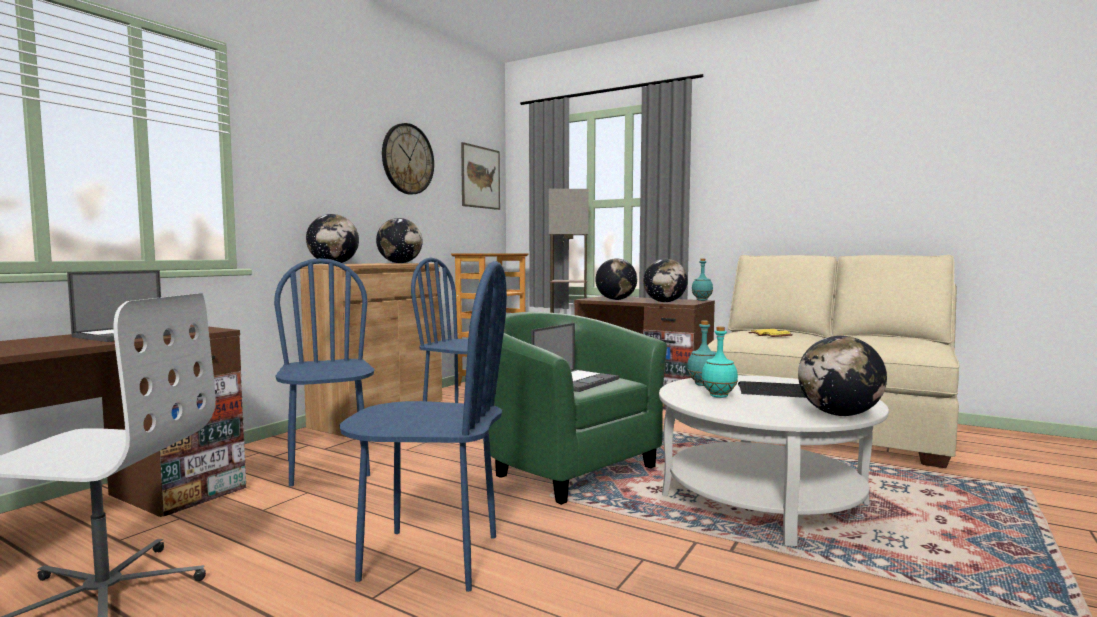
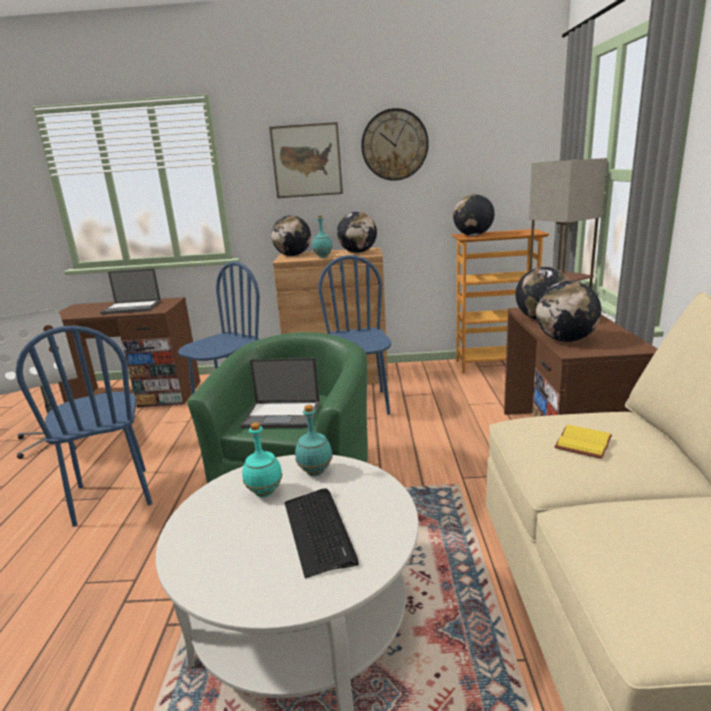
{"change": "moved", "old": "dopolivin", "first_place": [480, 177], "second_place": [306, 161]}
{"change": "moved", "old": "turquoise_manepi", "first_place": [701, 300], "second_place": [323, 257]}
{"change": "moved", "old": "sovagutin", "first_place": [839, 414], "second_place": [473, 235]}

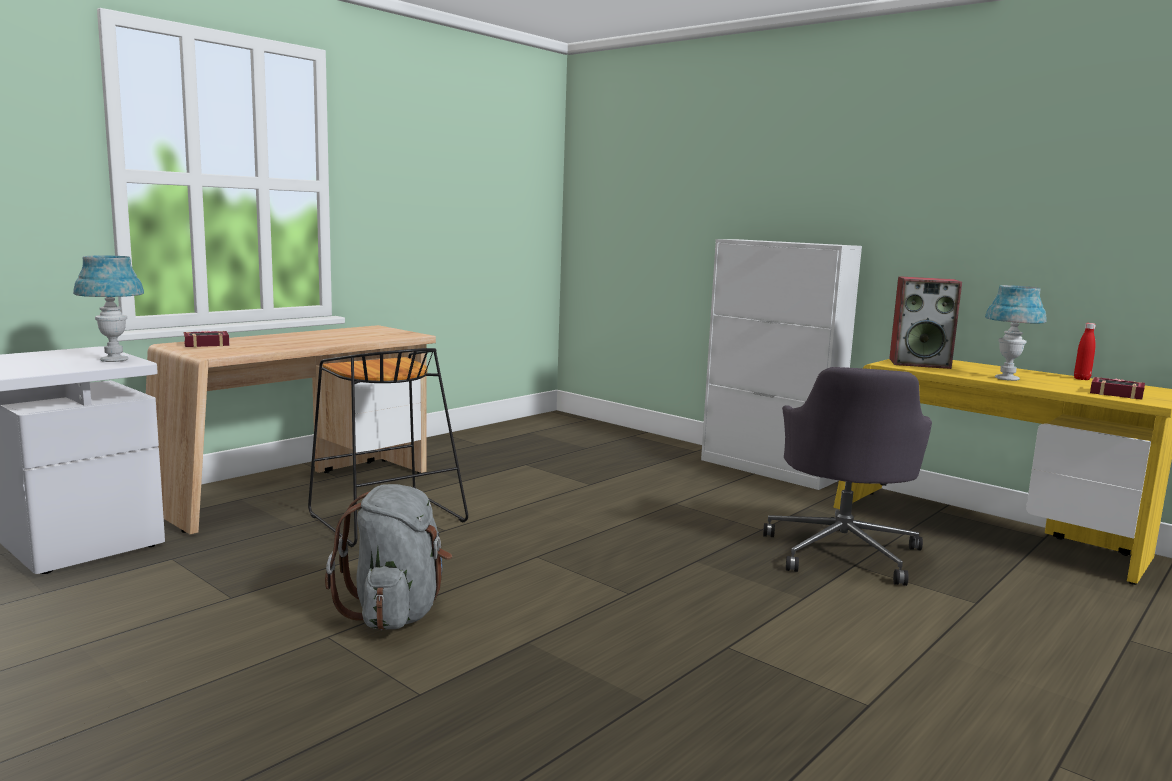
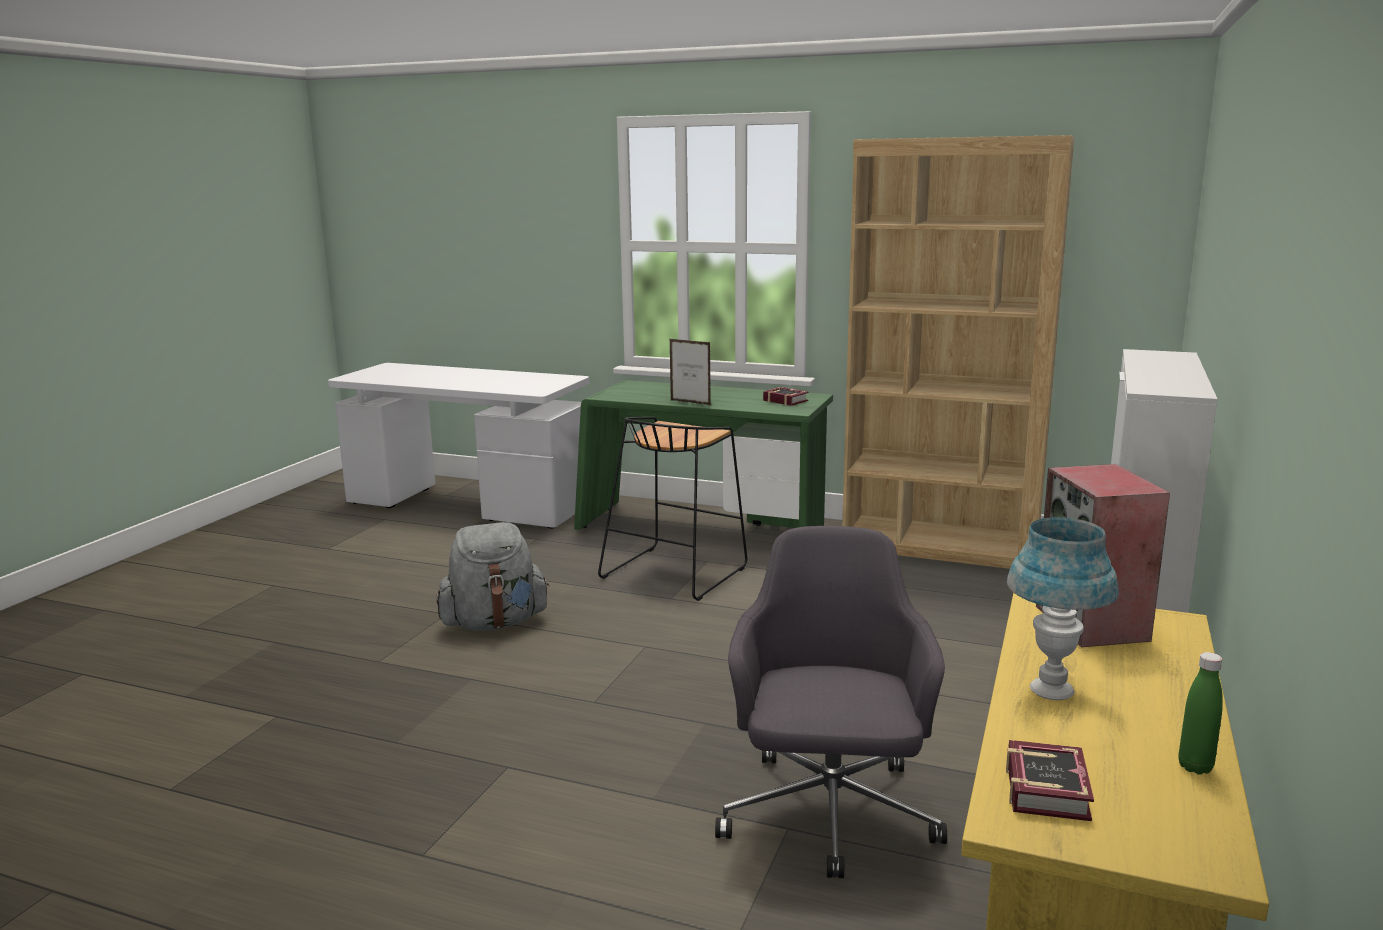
{"change": "removed", "old": "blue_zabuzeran", "first_place": [114, 360]}
{"change": "recoloured", "old": "red_manepi", "new": "green_manepi", "first_place": [1081, 379], "second_place": [1195, 767]}
{"change": "recoloured", "old": "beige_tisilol", "new": "green_tisilol", "first_place": [299, 491], "second_place": [701, 530]}
{"change": "moved", "old": "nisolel", "first_place": [204, 344], "second_place": [784, 400]}
{"change": "turned", "old": "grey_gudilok", "first_place": [842, 552], "second_place": [829, 816], "degrees": 105}
{"change": "added", "new": "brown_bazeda", "second_place": [940, 546]}
{"change": "added", "new": "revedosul", "second_place": [690, 402]}

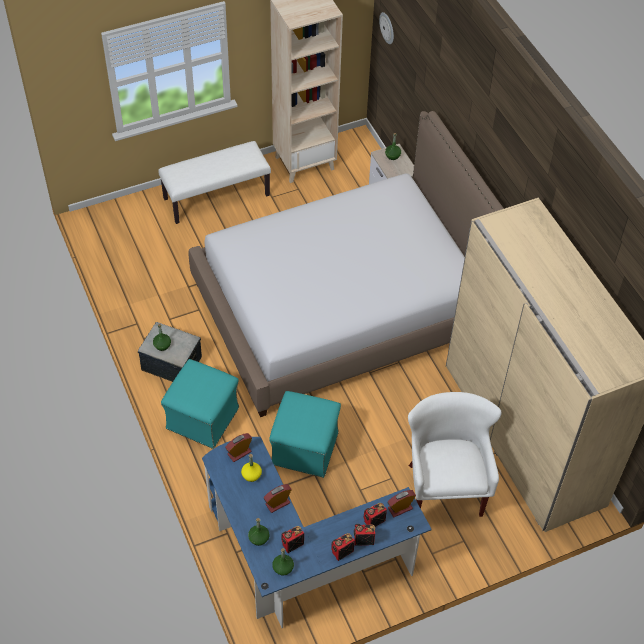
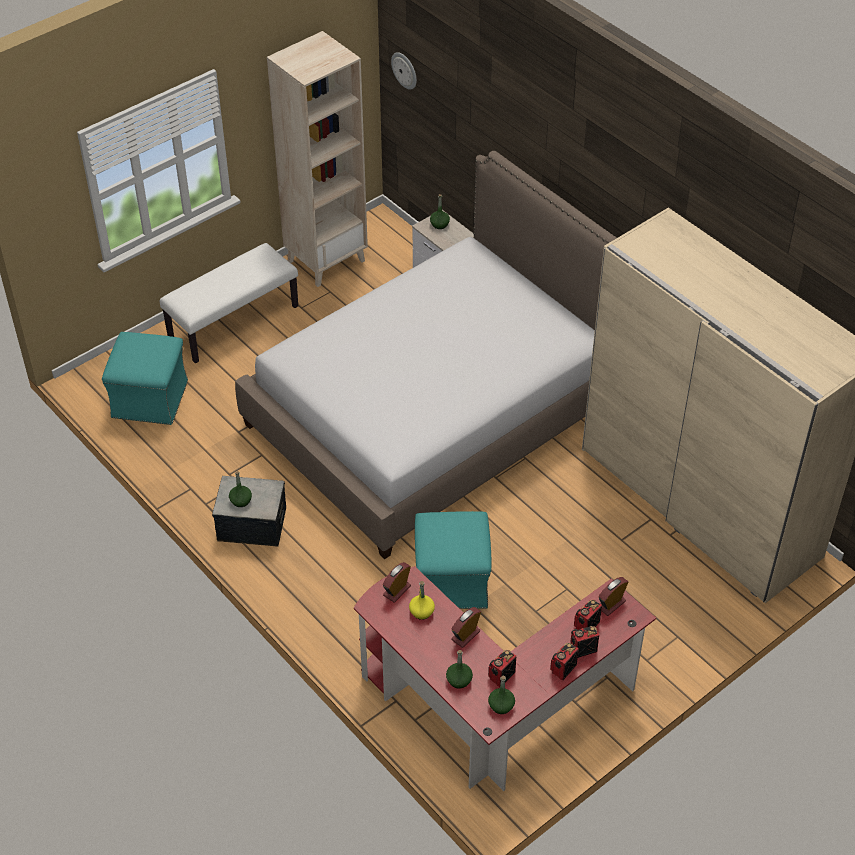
{"change": "moved", "old": "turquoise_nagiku", "first_place": [203, 417], "second_place": [150, 398]}
{"change": "removed", "old": "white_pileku", "first_place": [445, 488]}
{"change": "recoloured", "old": "blue_tisilol", "new": "red_tisilol", "first_place": [297, 559], "second_place": [491, 708]}

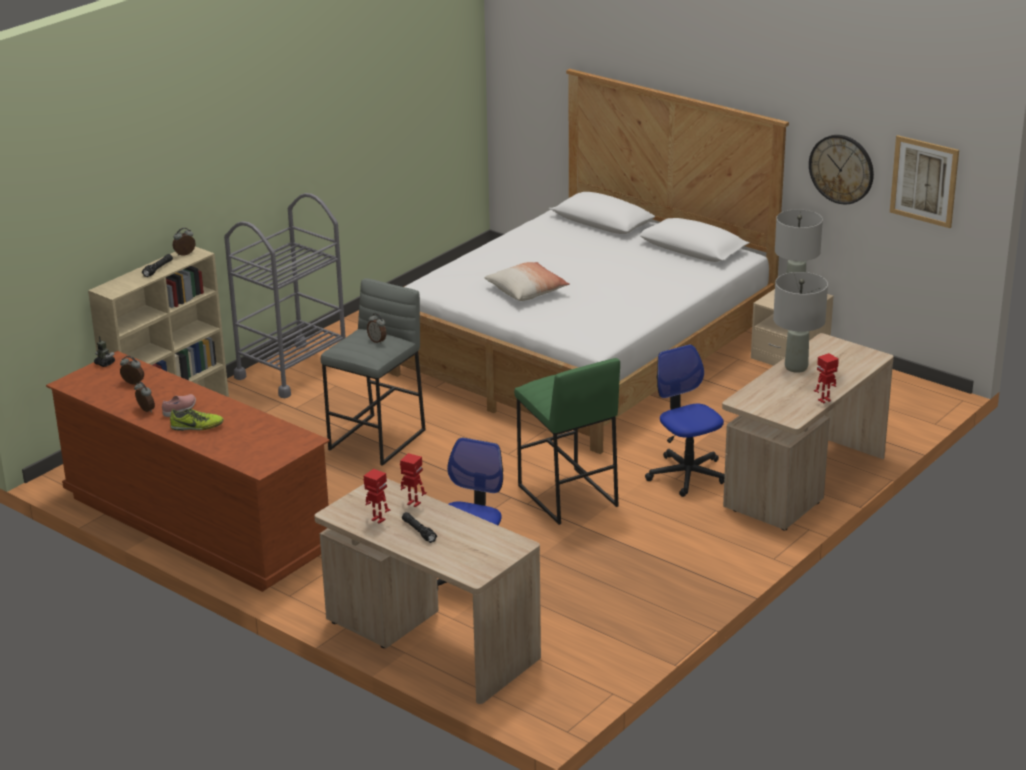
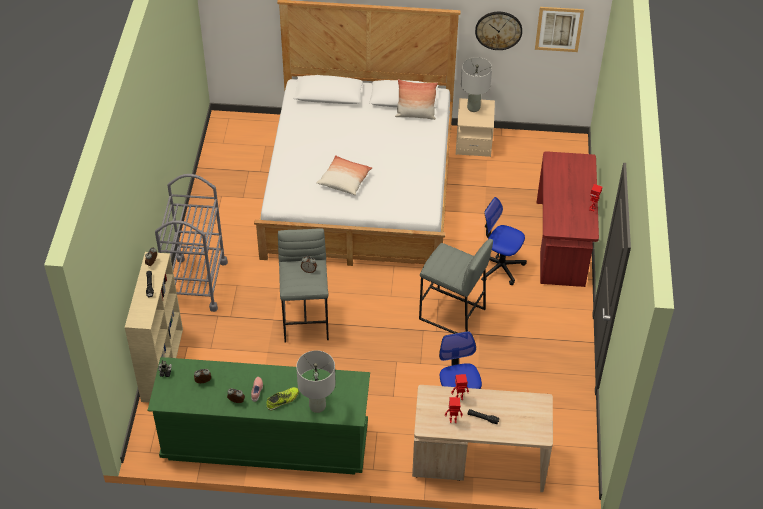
{"change": "moved", "old": "grey_zabuzeran", "first_place": [795, 367], "second_place": [317, 406]}
{"change": "recoloured", "old": "beige_tisilol", "new": "red_tisilol", "first_place": [803, 482], "second_place": [562, 244]}
{"change": "recoloured", "old": "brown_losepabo", "new": "green_losepabo", "first_place": [197, 524], "second_place": [265, 441]}
{"change": "recoloured", "old": "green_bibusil", "new": "grey_bibusil", "first_place": [566, 496], "second_place": [451, 314]}
{"change": "added", "new": "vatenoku", "second_place": [415, 115]}

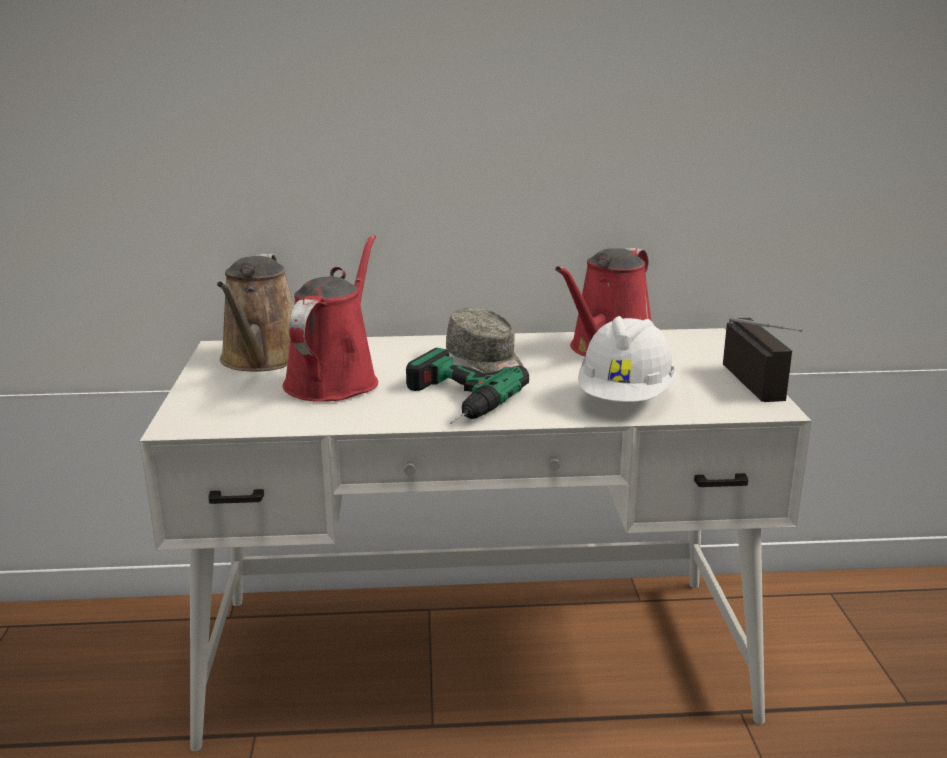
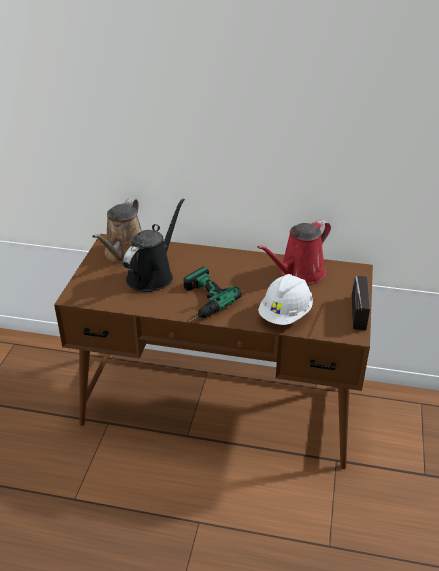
{"change": "recoloured", "old": "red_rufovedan", "new": "black_rufovedan", "first_place": [335, 380], "second_place": [152, 275]}
{"change": "removed", "old": "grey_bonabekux", "first_place": [486, 361]}
{"change": "recoloured", "old": "white_tisilol", "new": "brown_tisilol", "first_place": [476, 657], "second_place": [220, 404]}

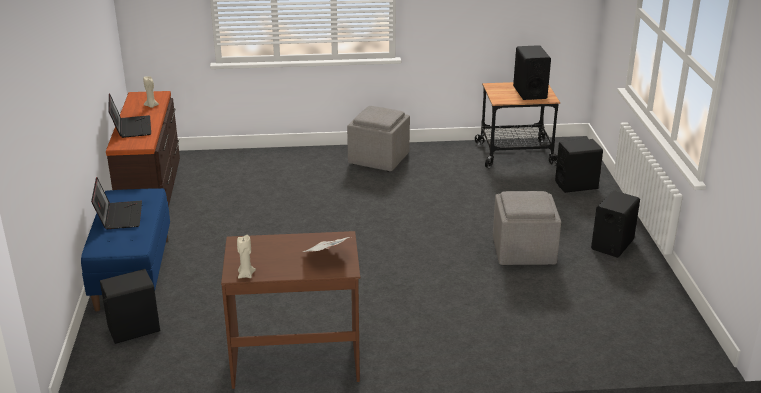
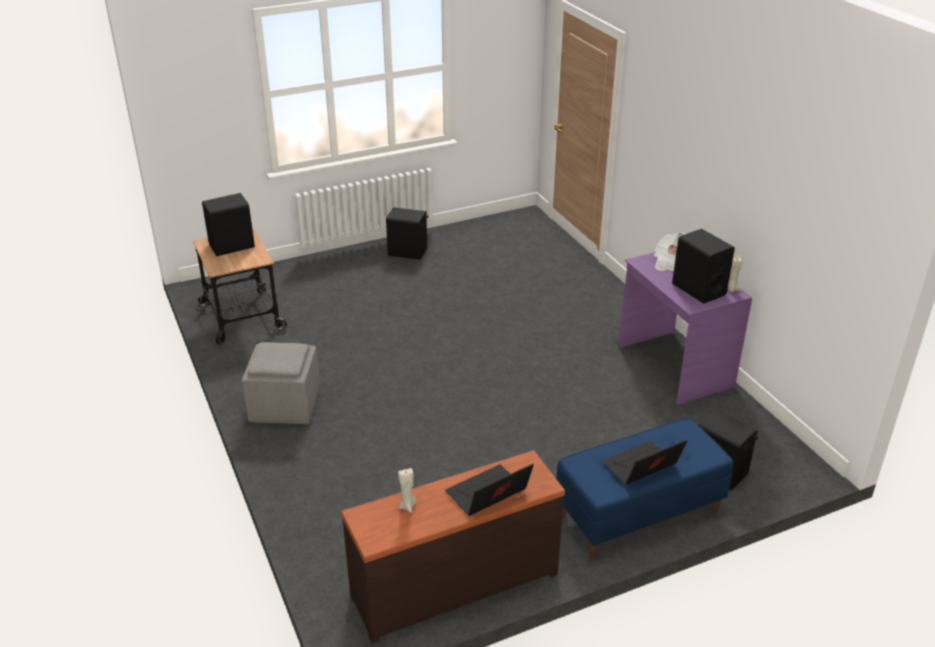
{"change": "moved", "old": "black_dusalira", "first_place": [576, 185], "second_place": [698, 289]}
{"change": "removed", "old": "grey_nagiku", "first_place": [522, 251]}
{"change": "recoloured", "old": "brown_tisilol", "new": "purple_tisilol", "first_place": [296, 358], "second_place": [673, 366]}

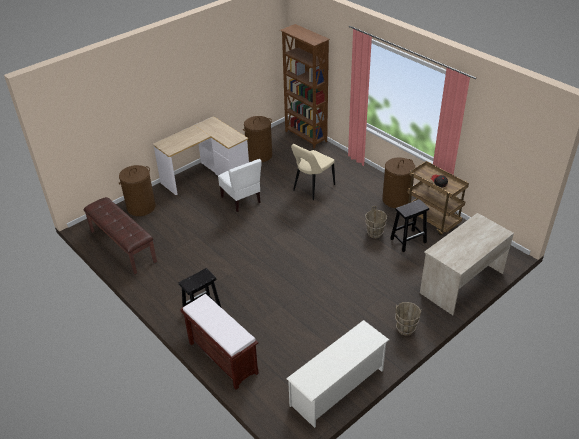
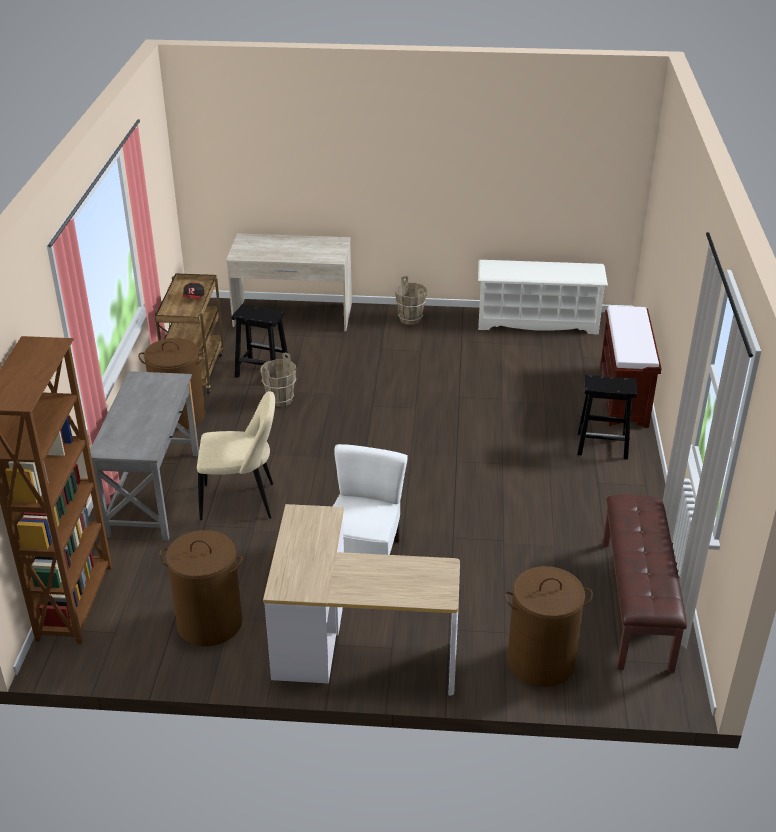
{"change": "added", "new": "grey_tisilol", "second_place": [153, 493]}

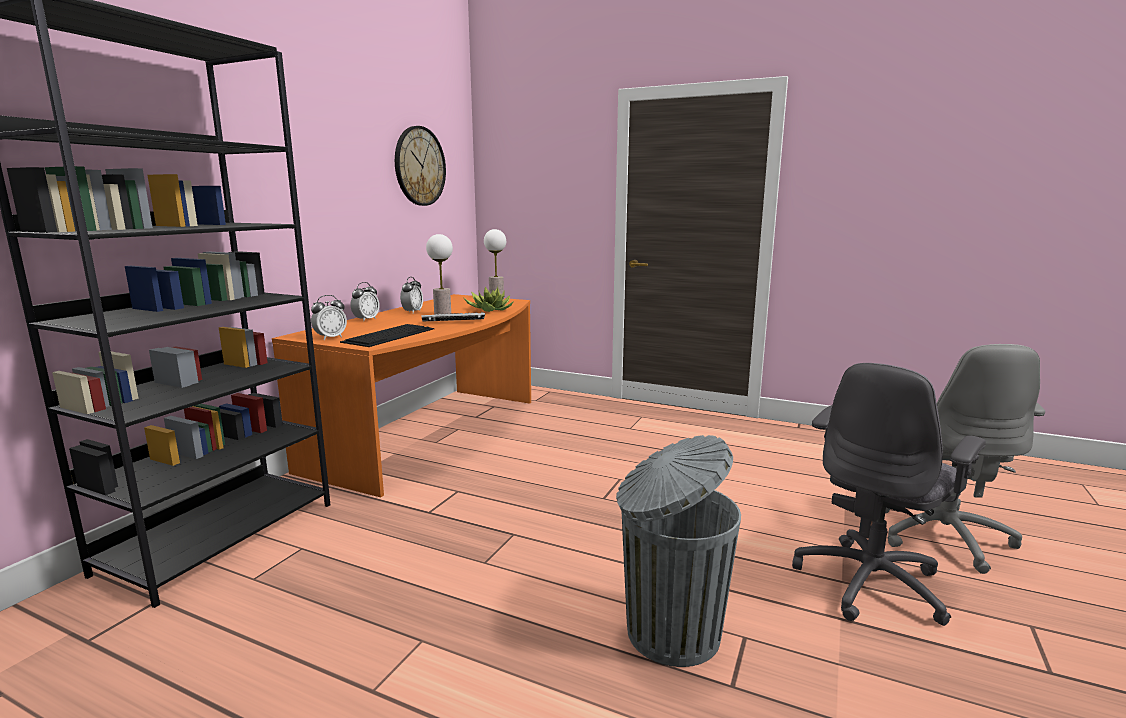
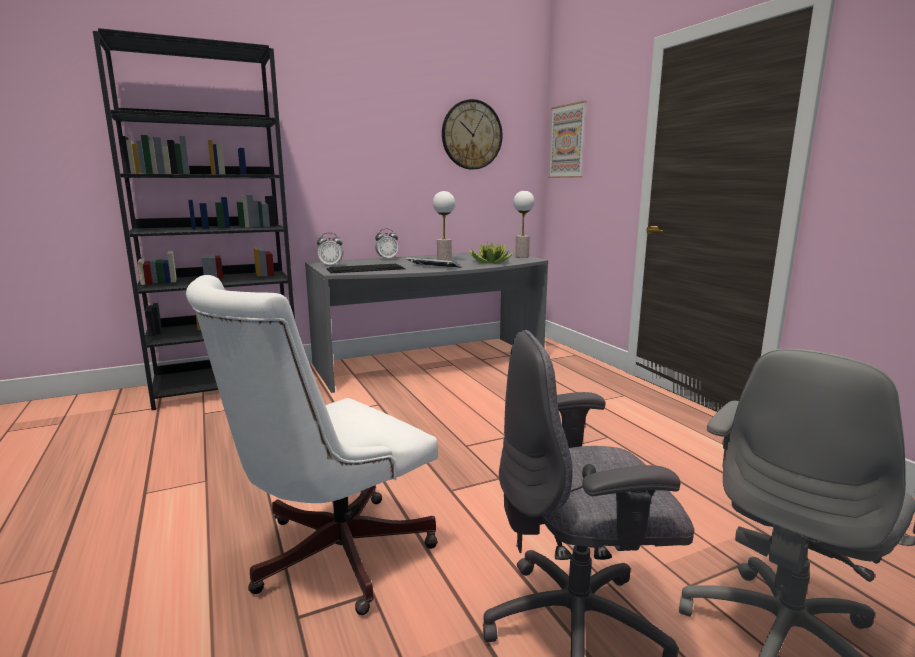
{"change": "removed", "old": "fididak", "first_place": [412, 312]}
{"change": "recoloured", "old": "orange_tisilol", "new": "grey_tisilol", "first_place": [434, 434], "second_place": [432, 363]}
{"change": "replaced", "old": "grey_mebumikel", "new": "white_gudilok", "first_place": [669, 632], "second_place": [330, 556]}
{"change": "added", "new": "dopolivin", "second_place": [567, 141]}

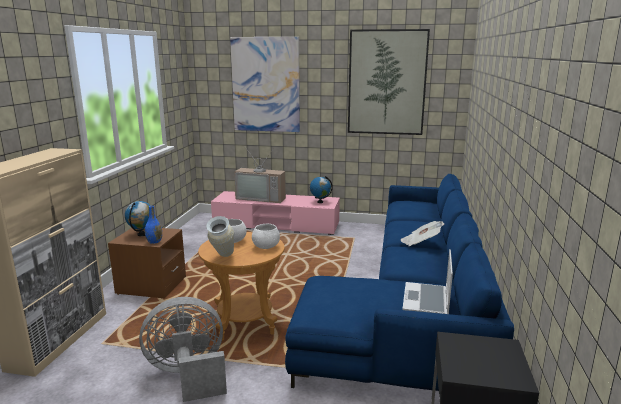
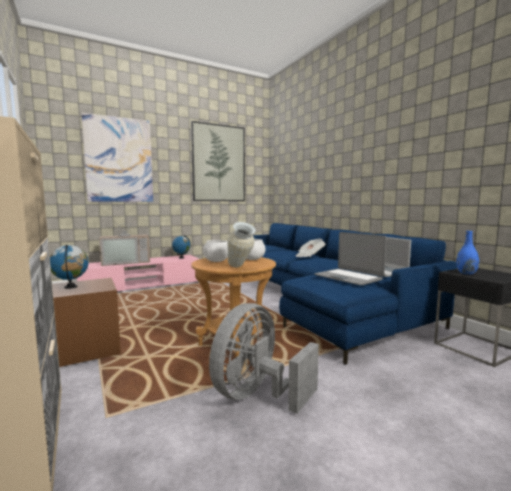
{"change": "moved", "old": "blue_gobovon", "first_place": [154, 242], "second_place": [466, 273]}
{"change": "added", "new": "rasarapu", "second_place": [348, 277]}

